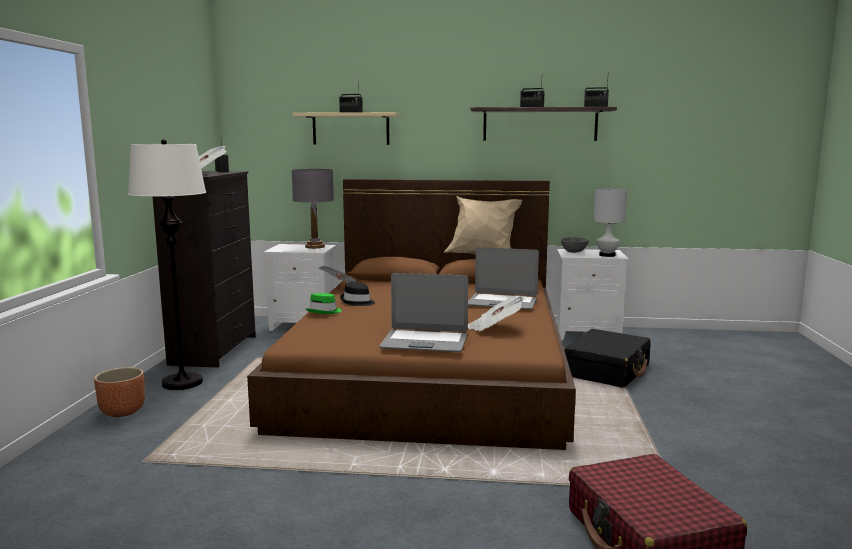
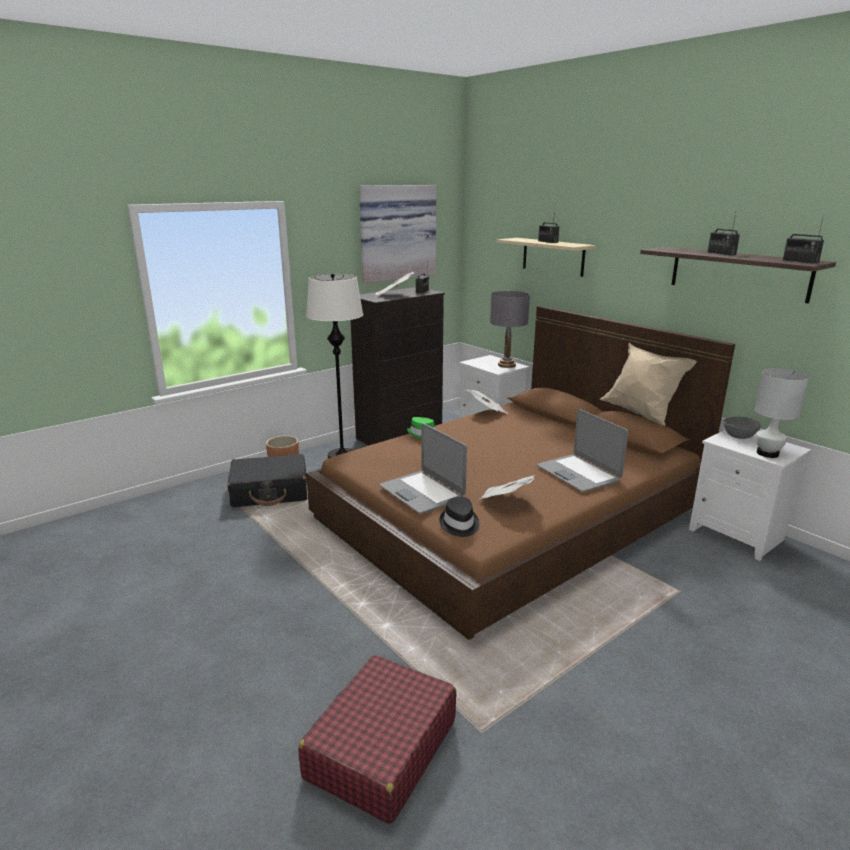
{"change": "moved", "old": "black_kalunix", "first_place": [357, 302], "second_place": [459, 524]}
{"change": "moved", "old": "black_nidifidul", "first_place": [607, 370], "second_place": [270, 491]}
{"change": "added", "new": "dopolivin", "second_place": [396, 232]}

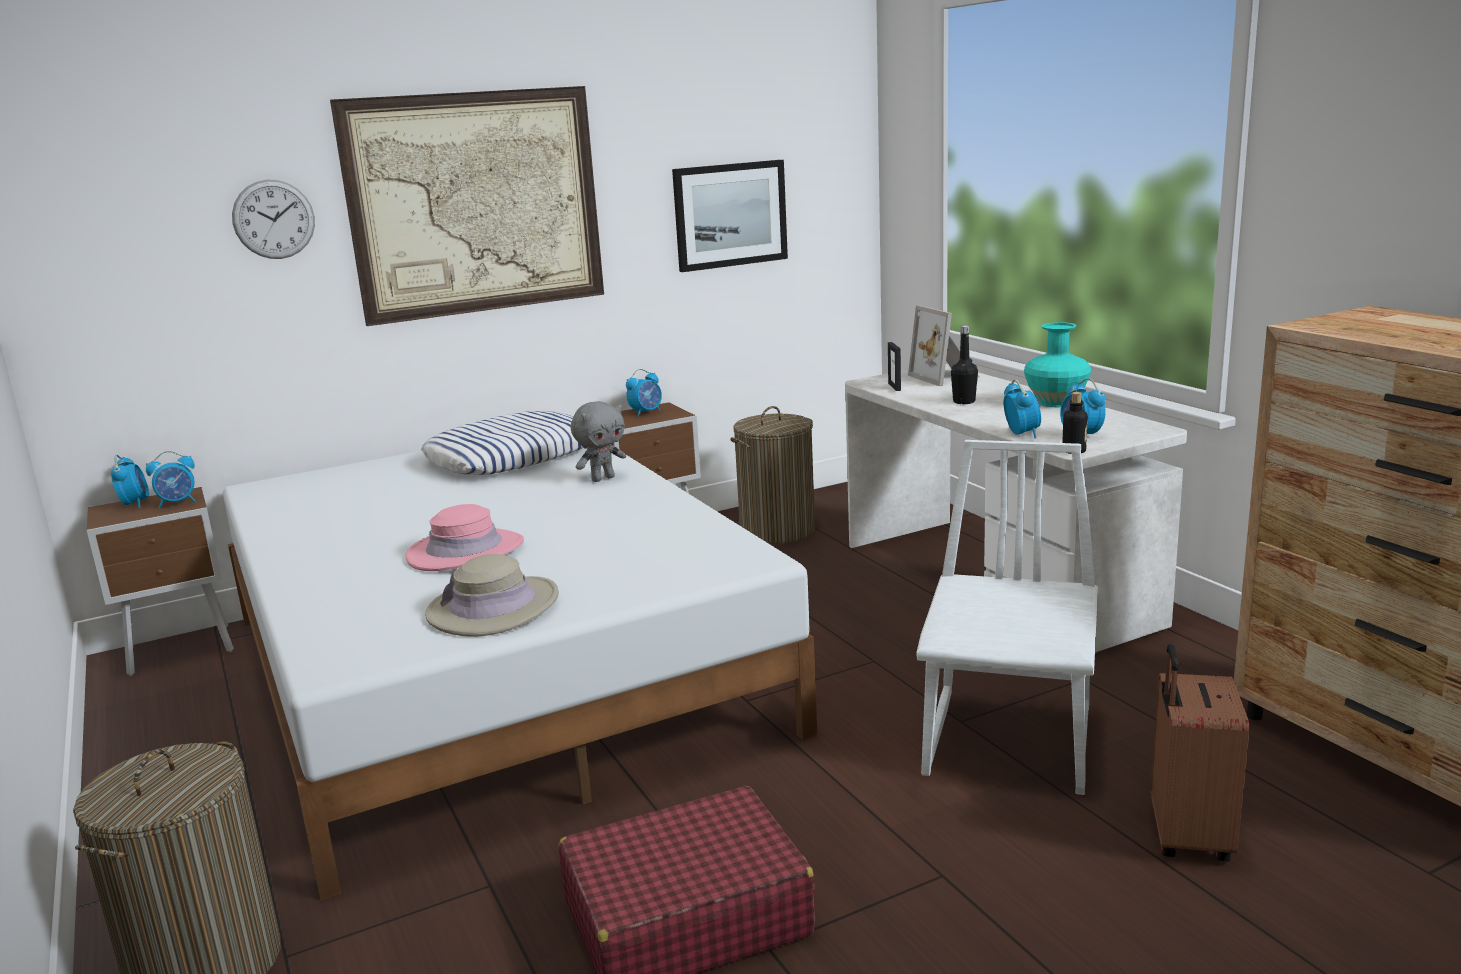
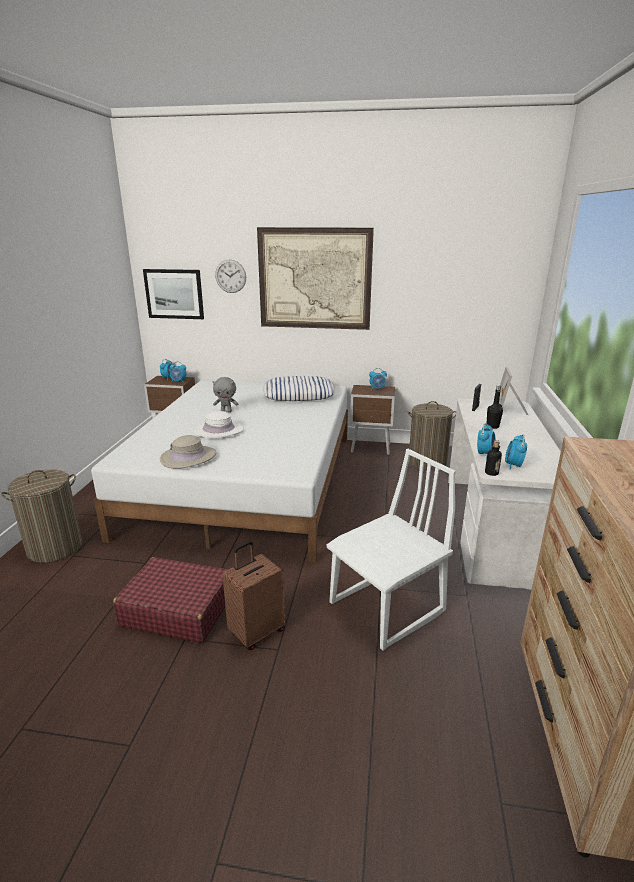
{"change": "moved", "old": "dopolivin", "first_place": [730, 215], "second_place": [174, 294]}
{"change": "removed", "old": "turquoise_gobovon", "first_place": [1055, 403]}
{"change": "moved", "old": "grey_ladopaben", "first_place": [602, 478], "second_place": [226, 411]}
{"change": "recoloured", "old": "pink_kalunix", "new": "white_kalunix", "first_place": [465, 551], "second_place": [219, 430]}
{"change": "moved", "old": "brown_nidifidul", "first_place": [1186, 836], "second_place": [256, 632]}

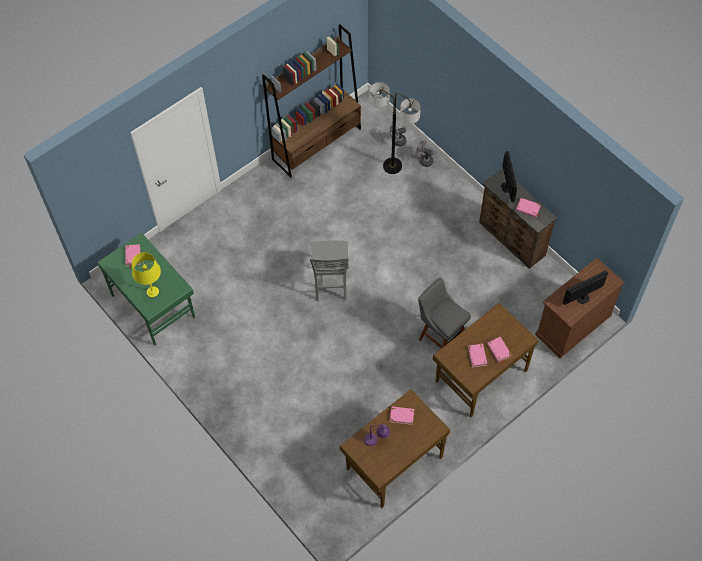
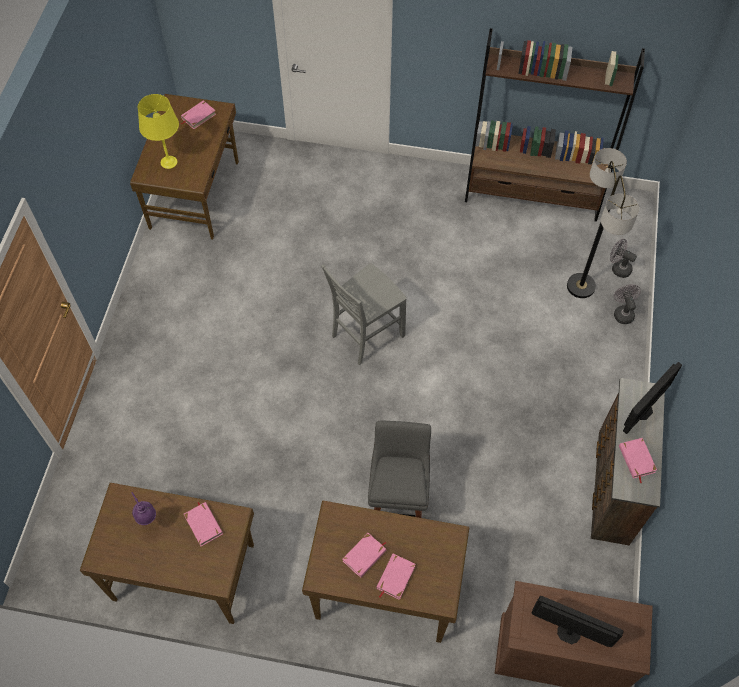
{"change": "recoloured", "old": "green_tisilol", "new": "brown_tisilol", "first_place": [153, 305], "second_place": [196, 194]}

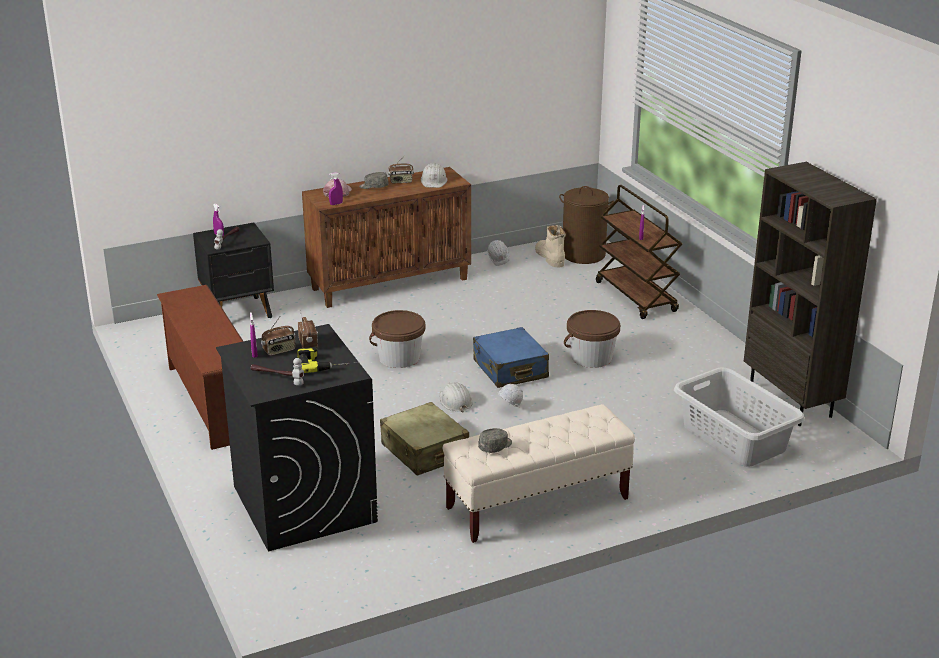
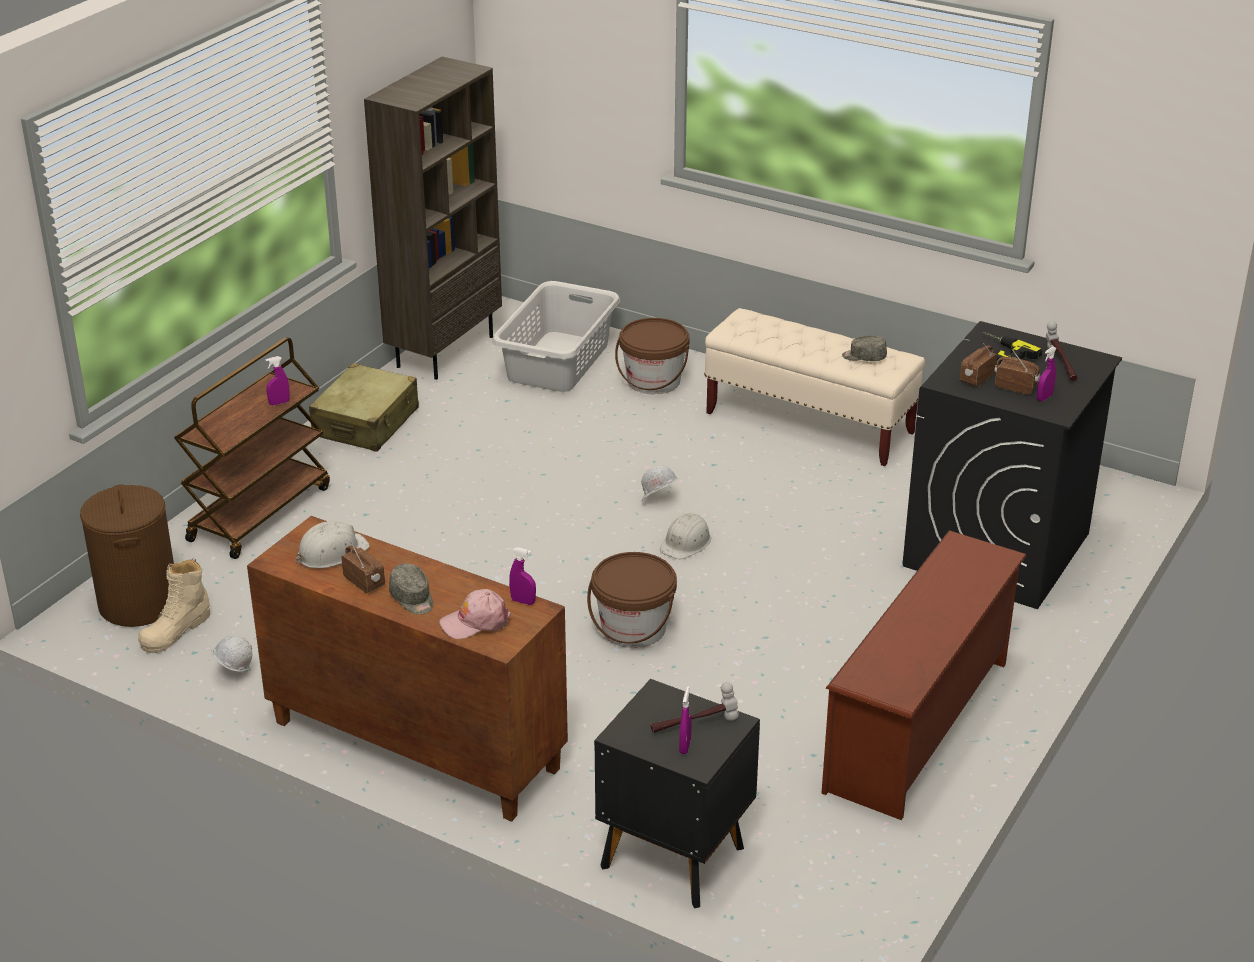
{"change": "moved", "old": "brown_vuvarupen", "first_place": [591, 358], "second_place": [653, 381]}
{"change": "removed", "old": "blue_nidifidul", "first_place": [510, 369]}
{"change": "moved", "old": "beige_nidifidul", "first_place": [425, 451], "second_place": [366, 423]}

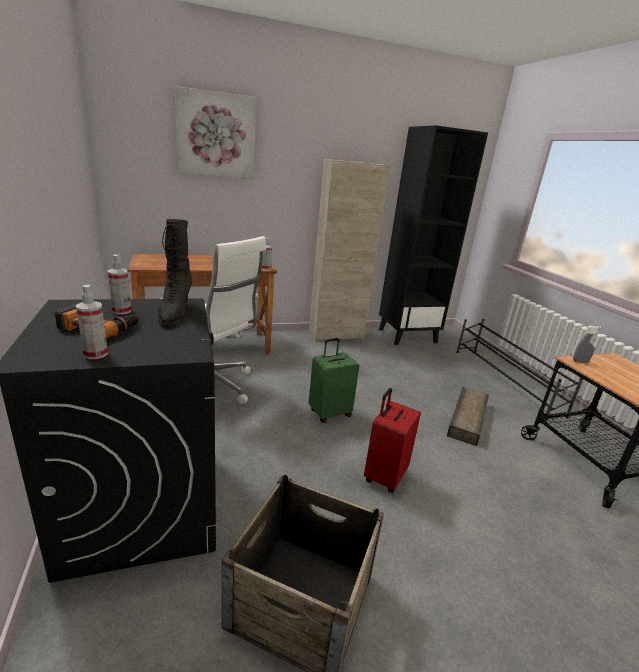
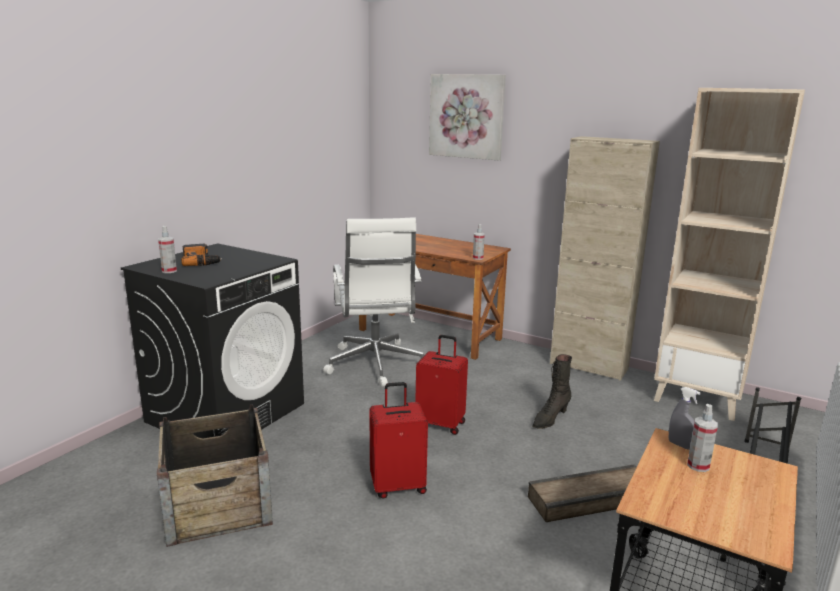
{"change": "recoloured", "old": "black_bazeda", "new": "beige_bazeda", "first_place": [407, 335], "second_place": [698, 398]}
{"change": "moved", "old": "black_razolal", "first_place": [175, 313], "second_place": [550, 419]}
{"change": "moved", "old": "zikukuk", "first_place": [121, 311], "second_place": [698, 465]}
{"change": "recoloured", "old": "green_nidifidul", "new": "red_nidifidul", "first_place": [329, 413], "second_place": [441, 424]}

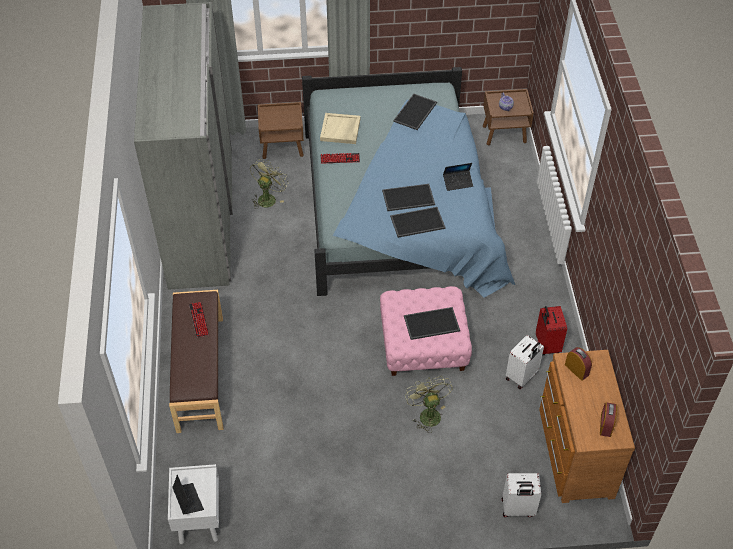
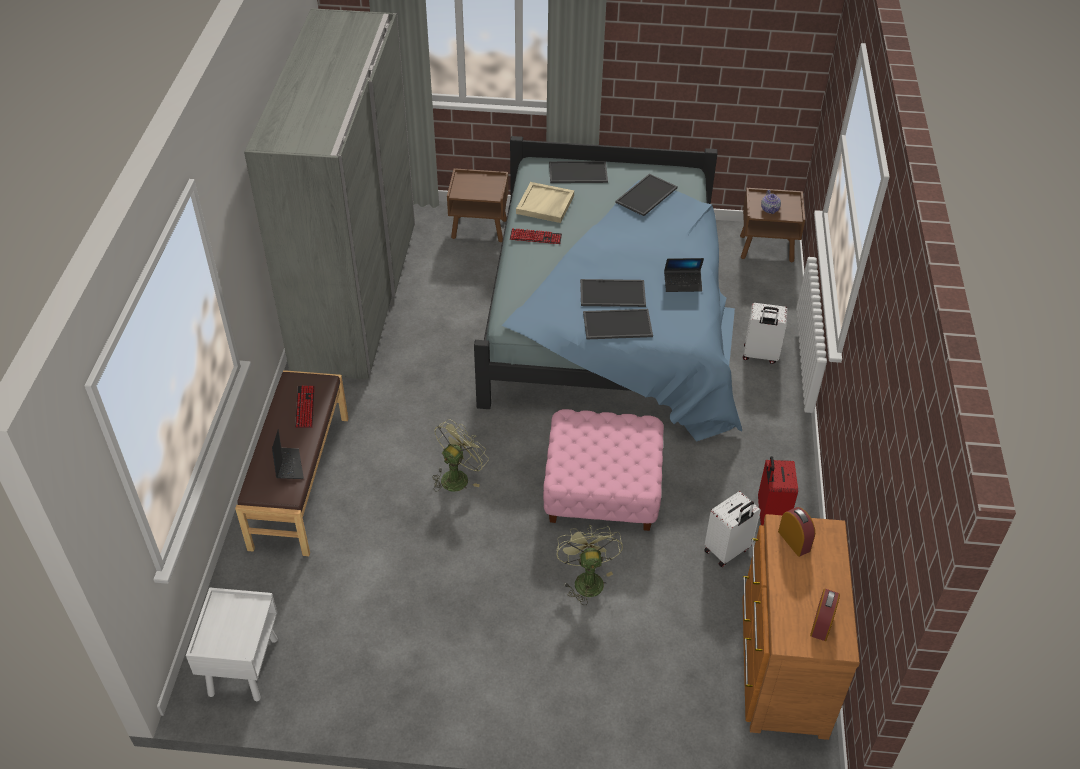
{"change": "moved", "old": "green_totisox", "first_place": [268, 197], "second_place": [458, 476]}
{"change": "moved", "old": "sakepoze", "first_place": [431, 324], "second_place": [577, 173]}
{"change": "moved", "old": "white_nidifidul", "first_place": [517, 509], "second_place": [760, 355]}
{"change": "moved", "old": "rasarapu", "first_place": [188, 500], "second_place": [288, 466]}

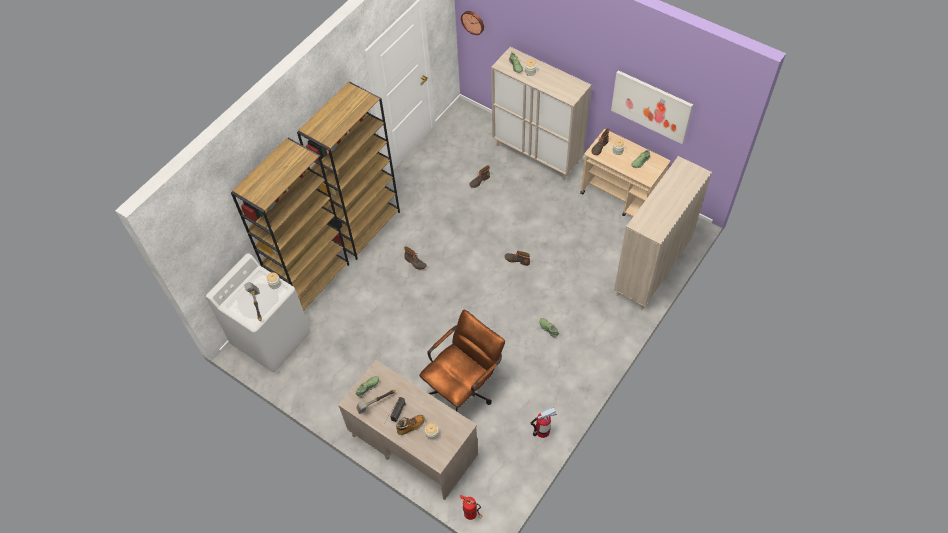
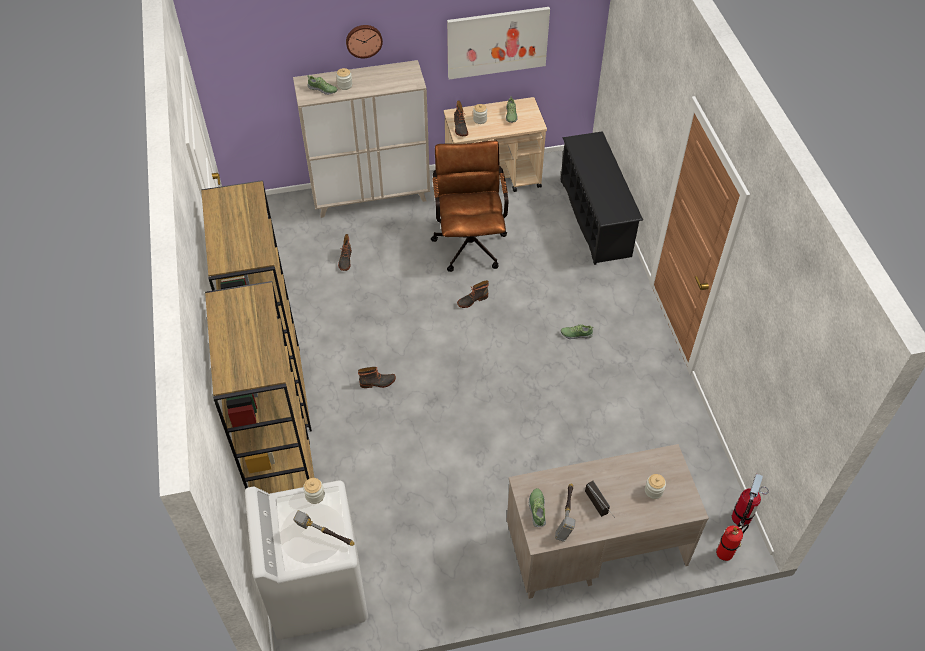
{"change": "moved", "old": "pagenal", "first_place": [473, 22], "second_place": [363, 40]}
{"change": "replaced", "old": "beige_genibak", "new": "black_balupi", "first_place": [651, 271], "second_place": [595, 218]}
{"change": "moved", "old": "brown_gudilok", "first_place": [464, 387], "second_place": [469, 241]}
{"change": "moved", "old": "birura", "first_place": [542, 431], "second_place": [741, 518]}
{"change": "removed", "old": "razolal", "first_place": [411, 426]}

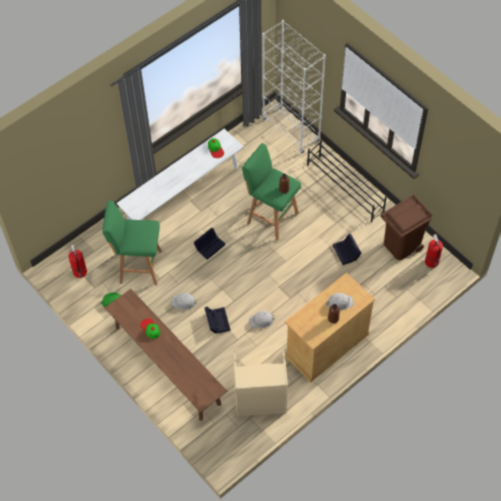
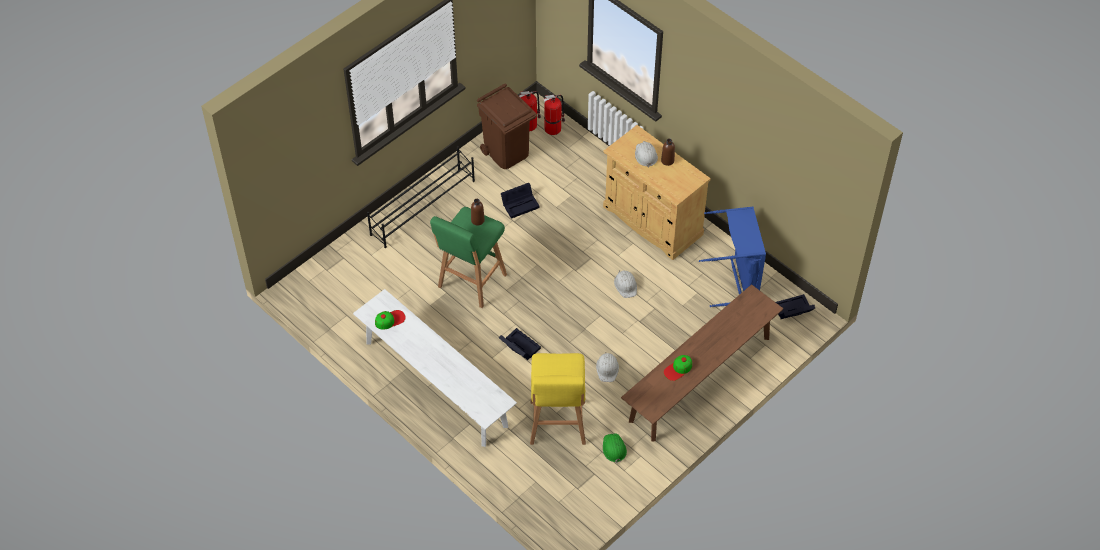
{"change": "removed", "old": "white_bazeda", "first_place": [291, 131]}
{"change": "recoloured", "old": "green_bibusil", "new": "yellow_bibusil", "first_place": [138, 267], "second_place": [557, 425]}
{"change": "moved", "old": "birura", "first_place": [80, 272], "second_place": [553, 128]}
{"change": "moved", "old": "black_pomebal", "first_place": [217, 321], "second_place": [792, 311]}
{"change": "recoloured", "old": "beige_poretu", "new": "blue_poretu", "first_place": [260, 402], "second_place": [735, 281]}

